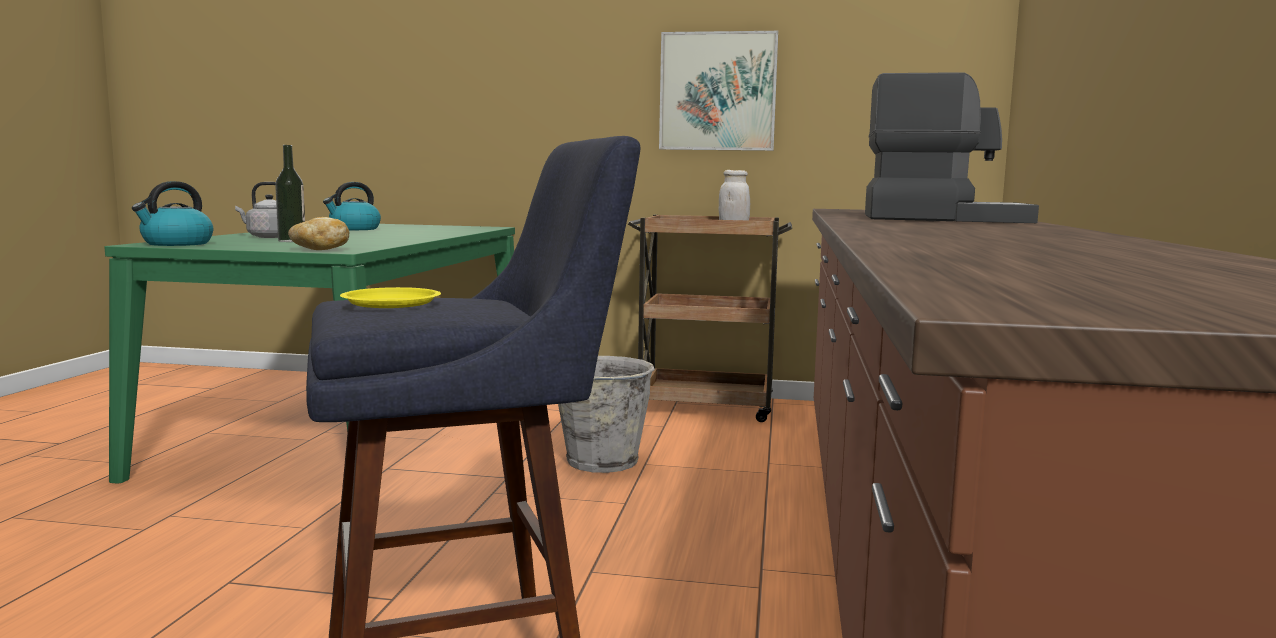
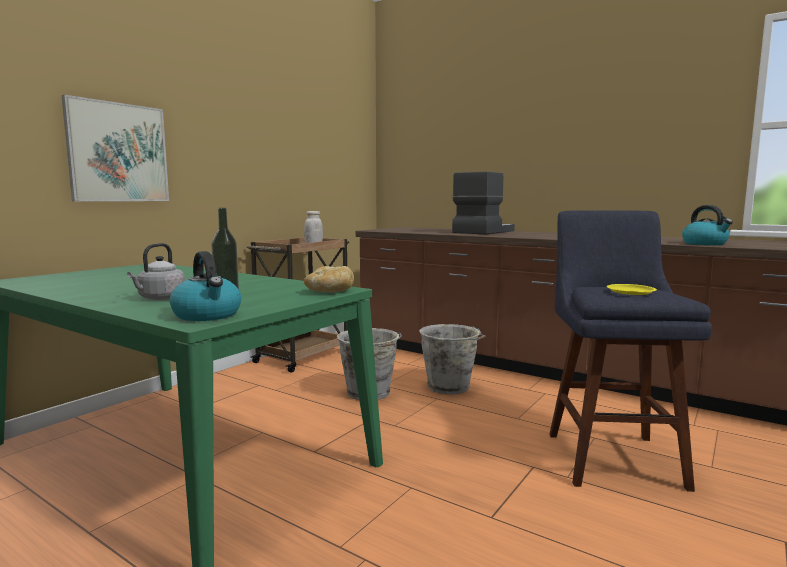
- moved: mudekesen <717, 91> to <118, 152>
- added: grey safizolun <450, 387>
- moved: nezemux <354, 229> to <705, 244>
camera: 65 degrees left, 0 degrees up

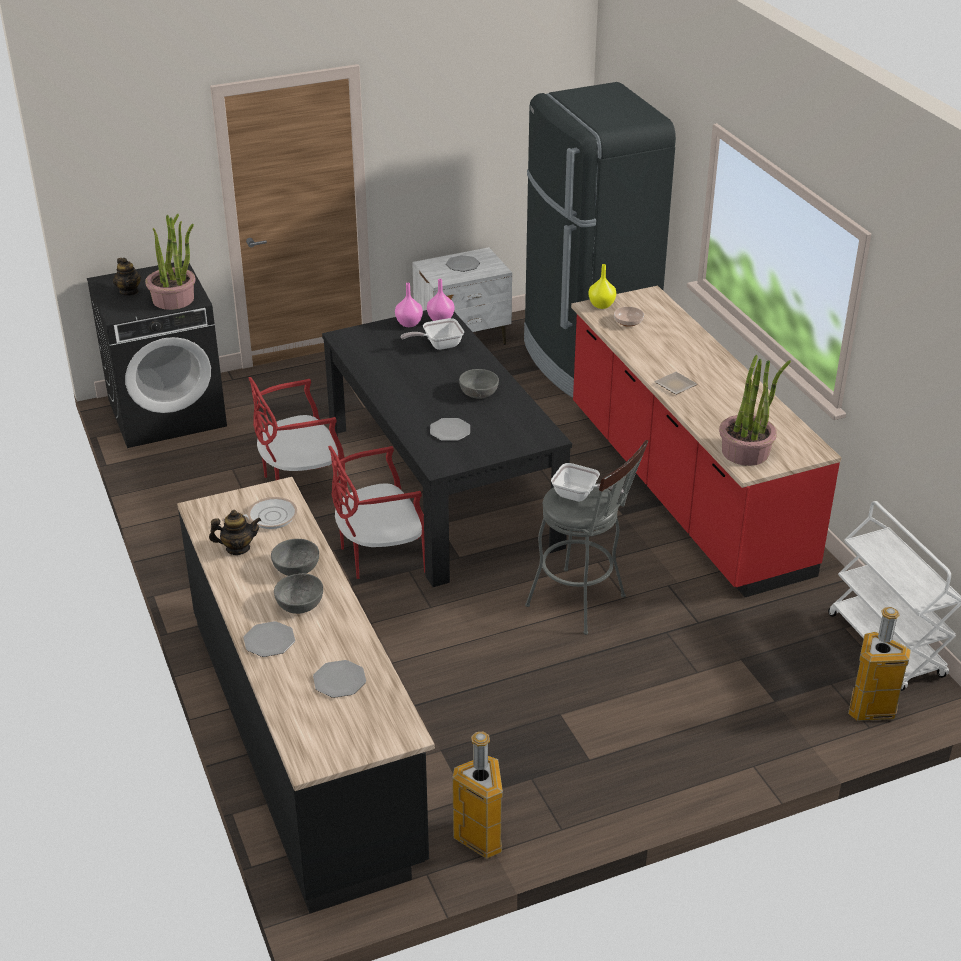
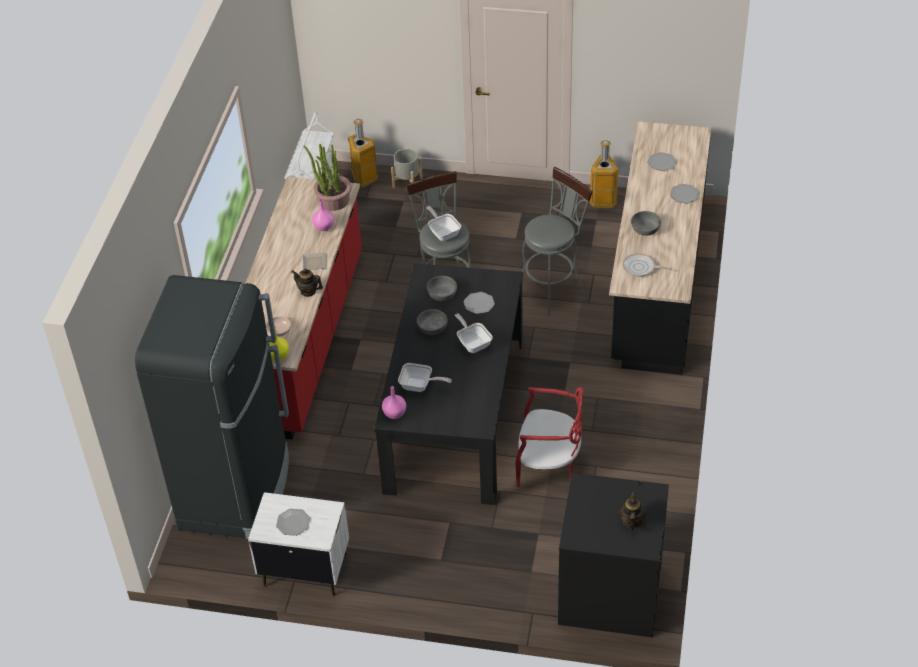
- moved: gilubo <237, 548> to <308, 291>
- moved: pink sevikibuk <408, 323> to <324, 227>
- added: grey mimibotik <407, 182>
- moved: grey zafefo <299, 604> to <442, 294>
- added: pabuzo <473, 343>
- added: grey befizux <553, 288>
- removed: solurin <174, 299>
- removed: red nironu <380, 555>
camera: 145 degrees left, 10 degrees up

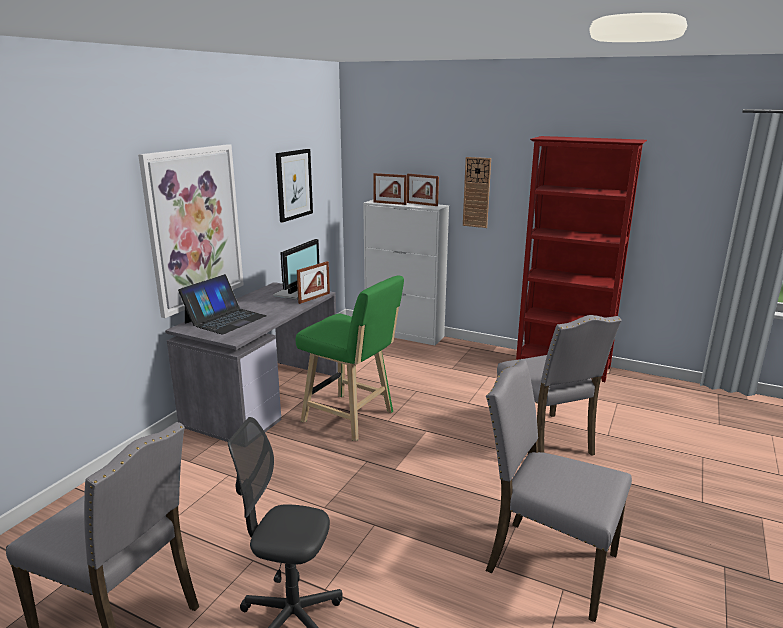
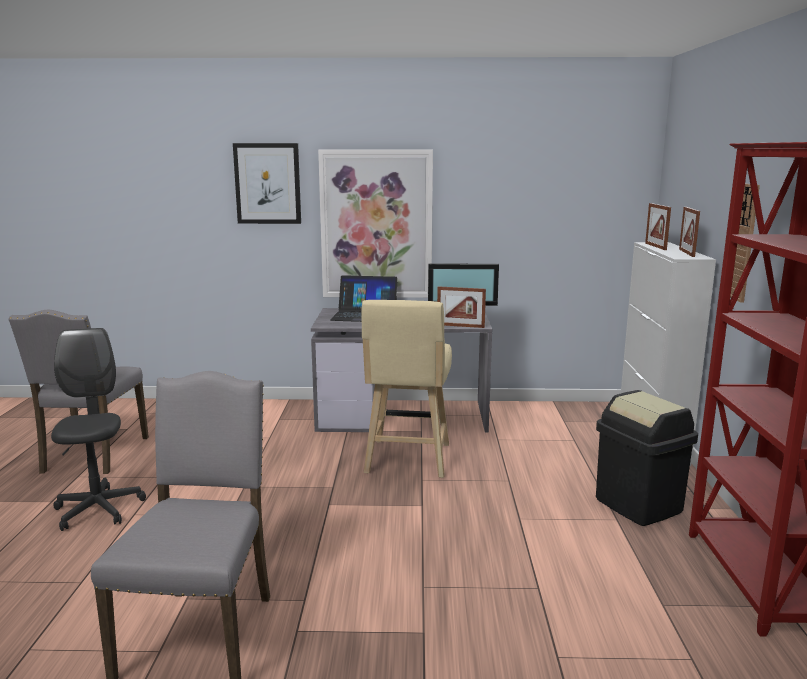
- moved: mudekesen <293, 184> to <267, 183>
- recoloured: green befizux <352, 418> to beige befizux <407, 461>
- added: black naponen <639, 505>
- removed: grey nironu <546, 440>
camera: 65 degrees right, 5 degrees down

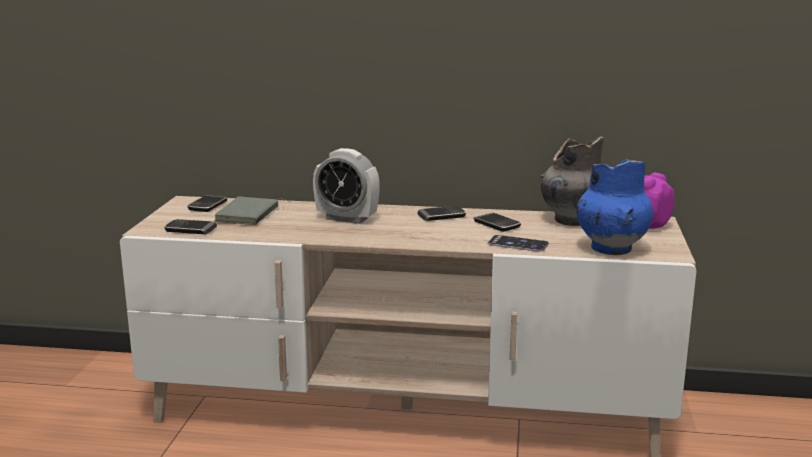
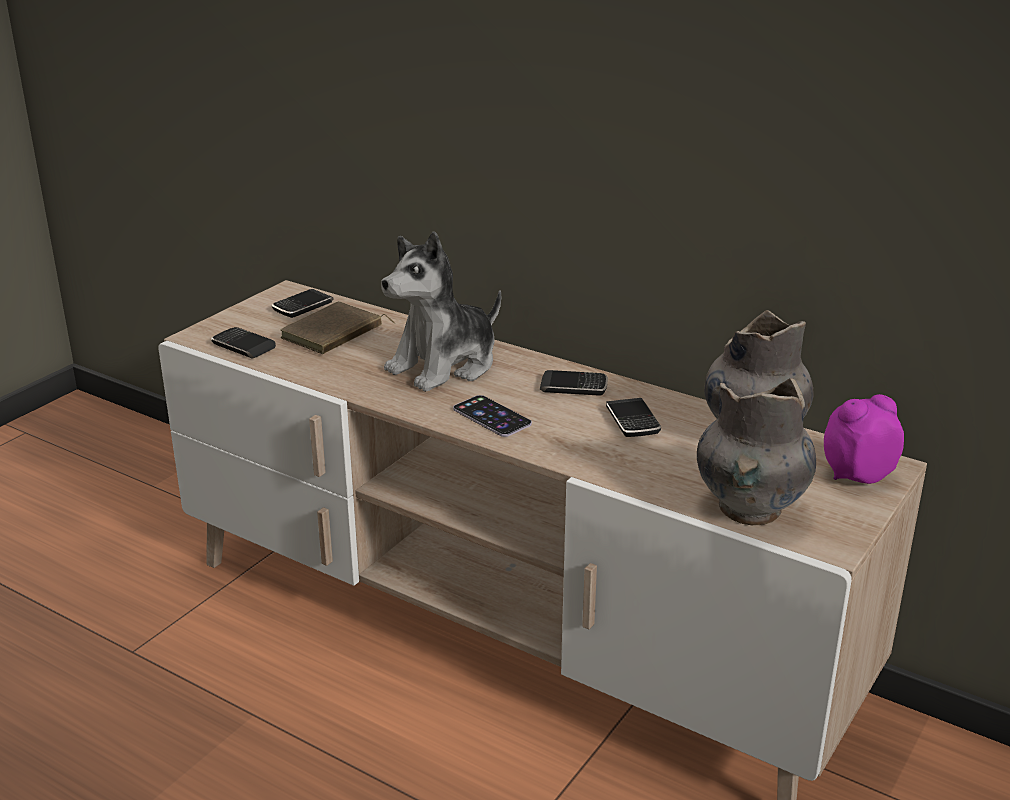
- recoloured: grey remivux <249, 215> to brown remivux <334, 334>
- replaced: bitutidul <347, 219> to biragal <445, 365>
- moved: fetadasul <518, 244> to <492, 416>
- recoloured: blue sevikibuk <611, 248> to grey sevikibuk <750, 508>
camera: 25 degrees right, 10 degrees up

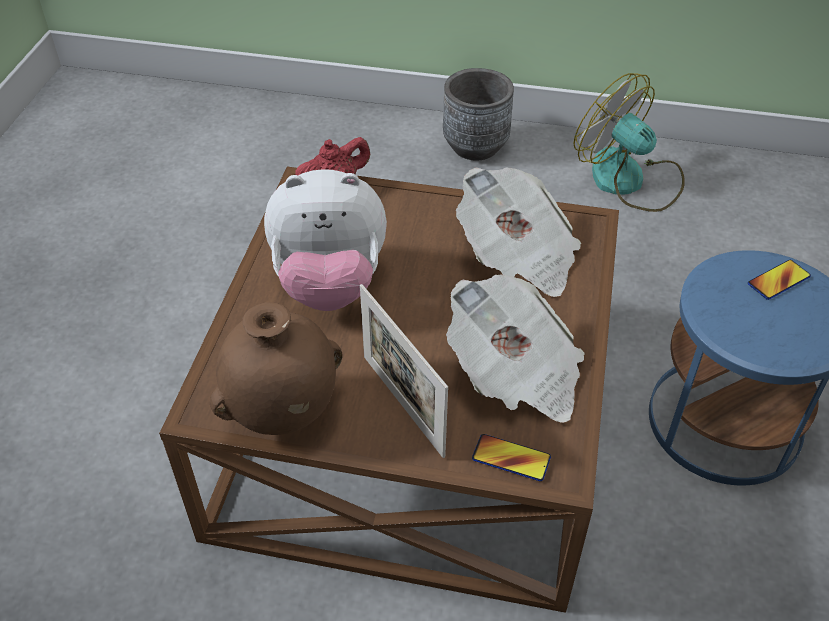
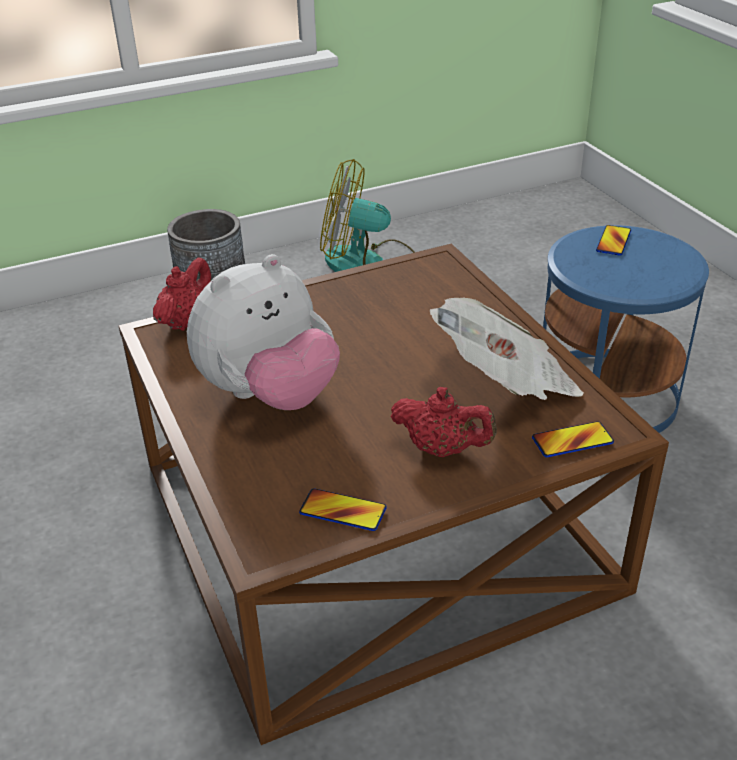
- replaced: brown sevikibuk <282, 413> to fetadasul <343, 511>
- replaced: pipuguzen <402, 405> to red gilubo <442, 449>
- removed: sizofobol <518, 256>
camera: 35 degrees left, 10 degrees down

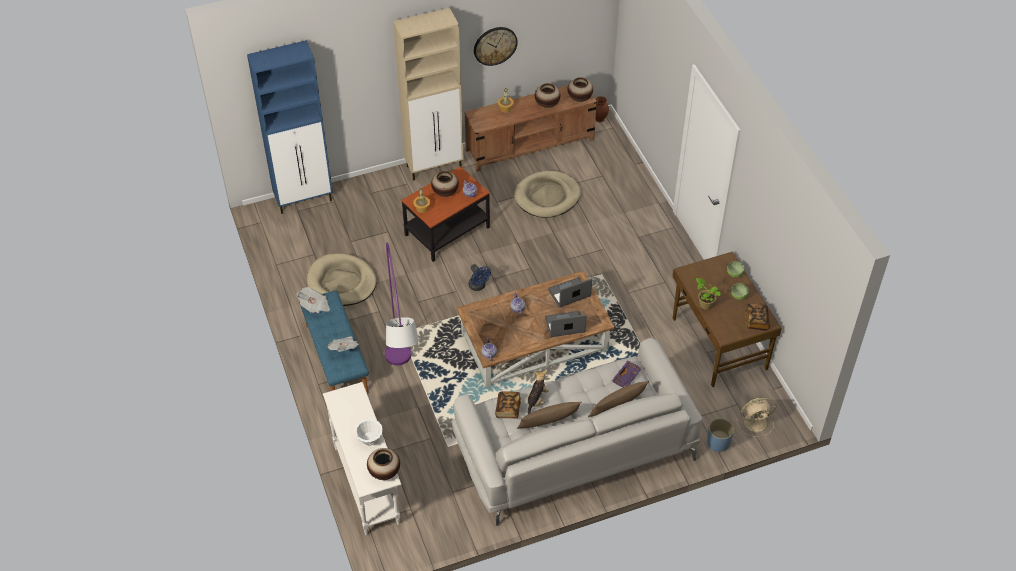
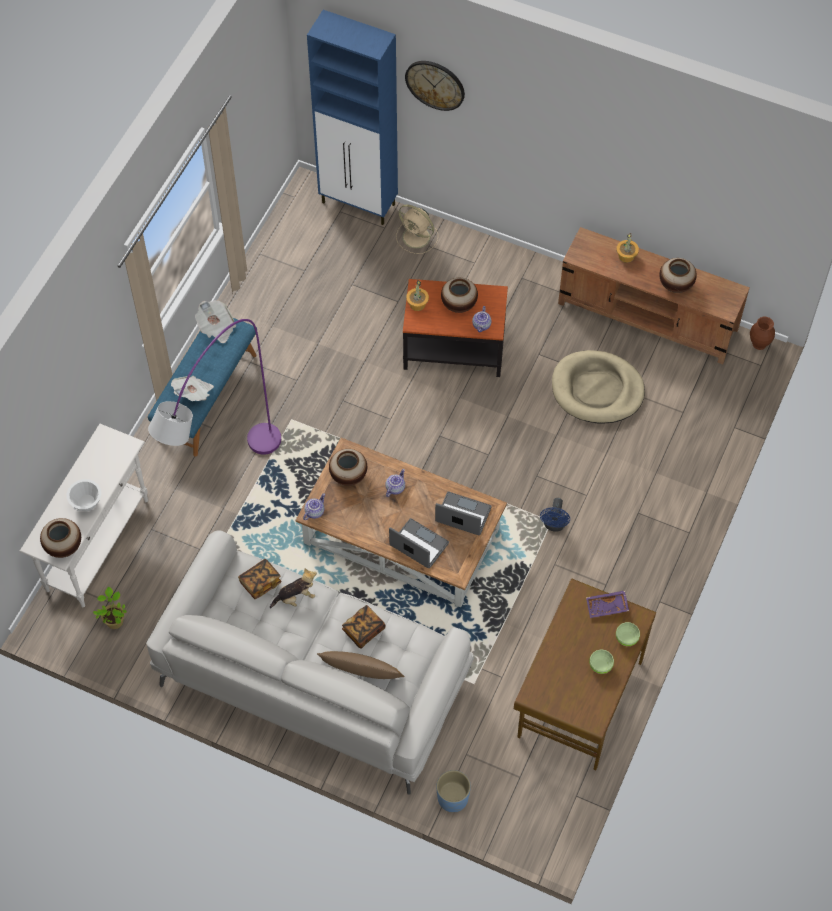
- moved: solurin <704, 304> to <114, 620>
- moved: sevikibuk <579, 98> to <348, 476>
- moved: remivux <756, 321> to <363, 630>
- moved: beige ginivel <756, 422> to <417, 237>
- moved: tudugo <495, 45> to <435, 84>
- moved: blue ginivel <478, 286> to <554, 525>
- moved: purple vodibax <626, 377> to <607, 607>
- removed: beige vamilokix <341, 282>
- removed: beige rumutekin <435, 166>
- removed: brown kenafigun <549, 424>
camera: 45 degrees right, 10 degrees up

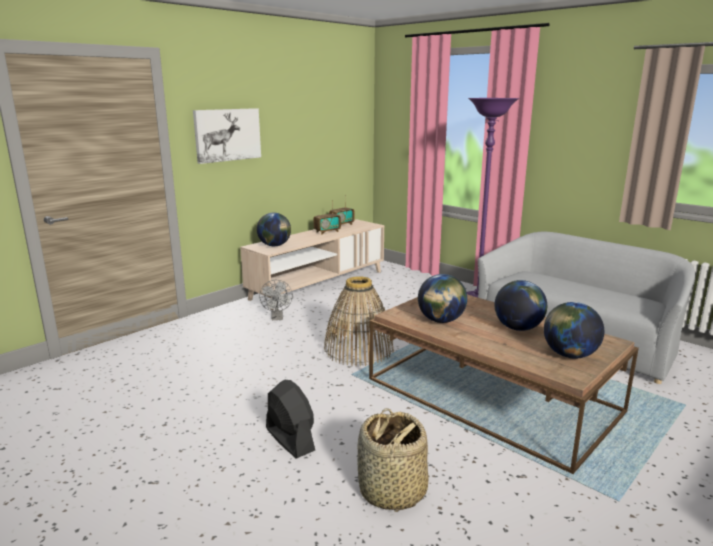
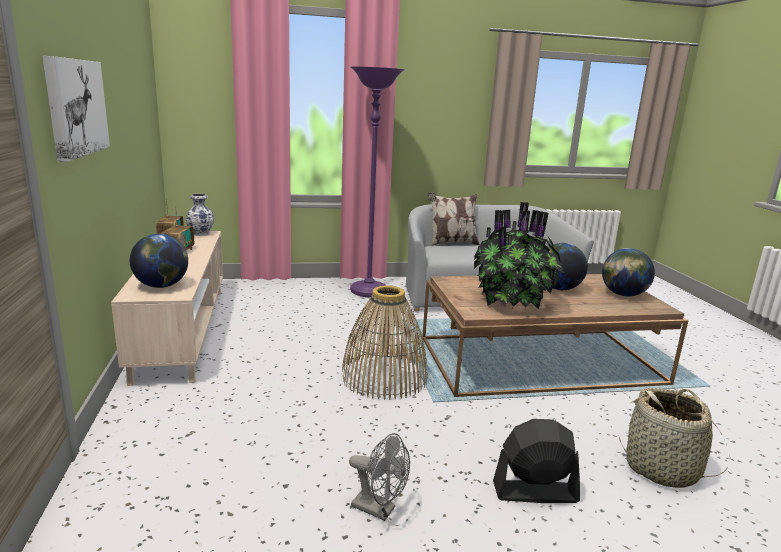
- added: sevikibuk <200, 234>
- moved: grey ginivel <277, 318> to <379, 509>
- added: kenafigun <451, 243>
- replaced: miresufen <441, 321> to solurin <513, 303>
camera: 55 degrees left, 0 degrees up

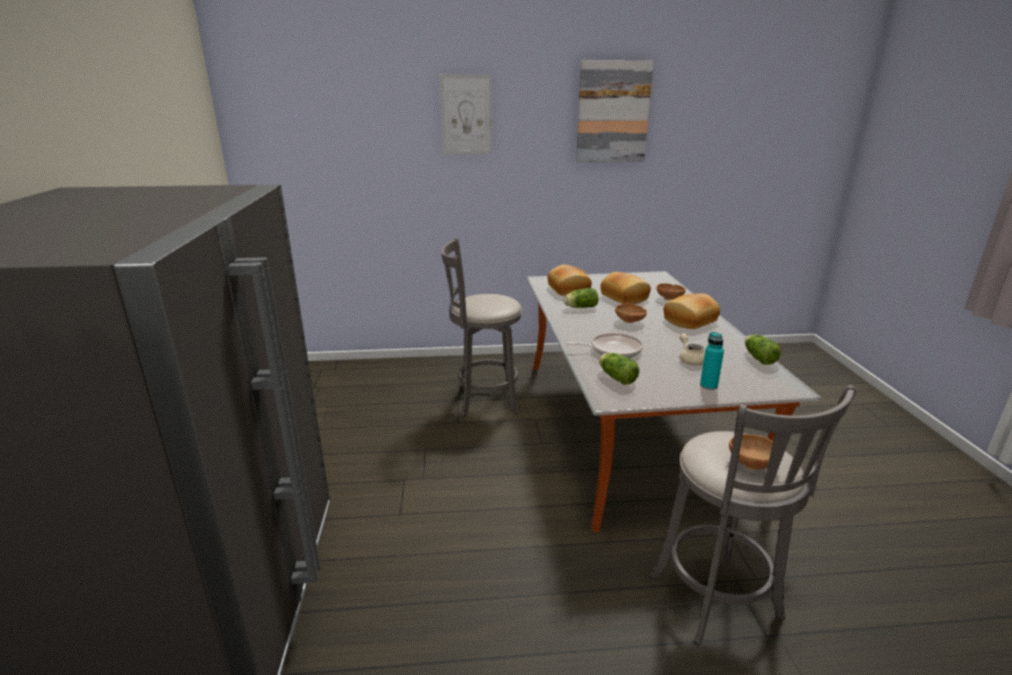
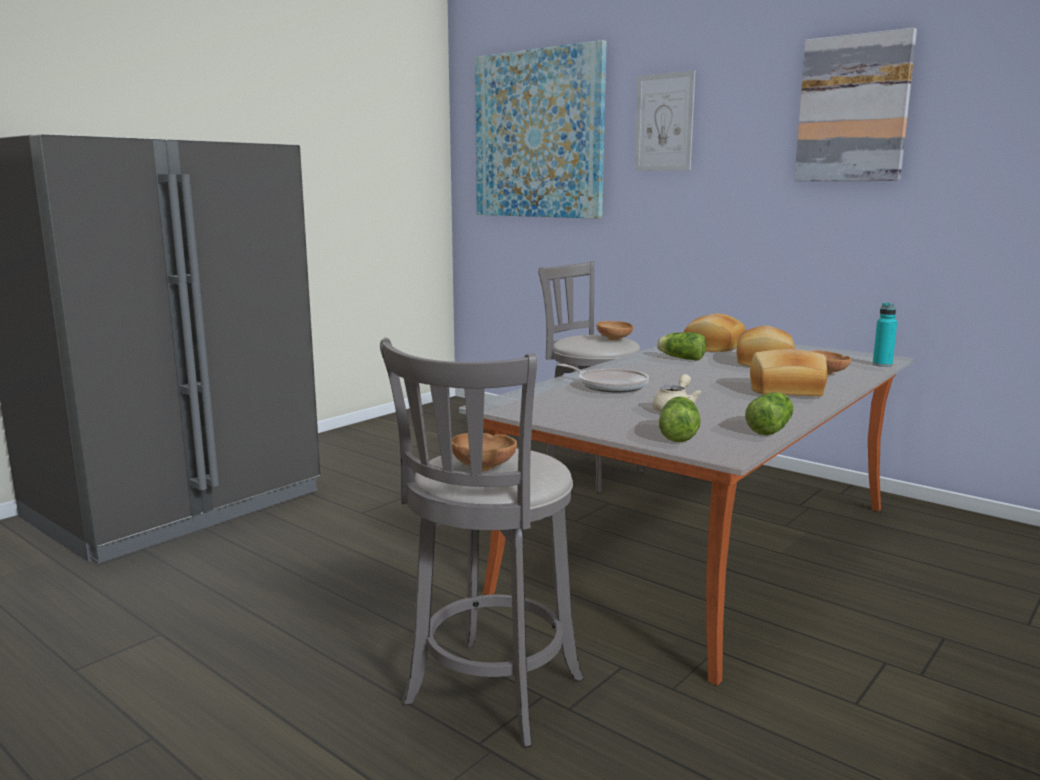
- added: mudekesen <538, 135>
- moved: brown zafefo <630, 321> to <614, 340>
- moved: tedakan <616, 377> to <678, 434>
- moved: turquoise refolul <708, 386> to <882, 364>
camera: 45 degrees right, 10 degrees down

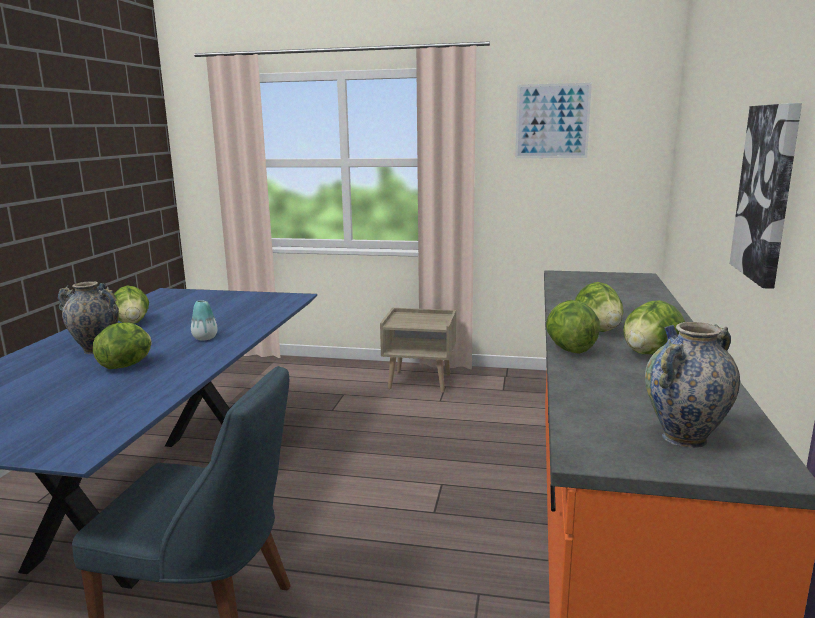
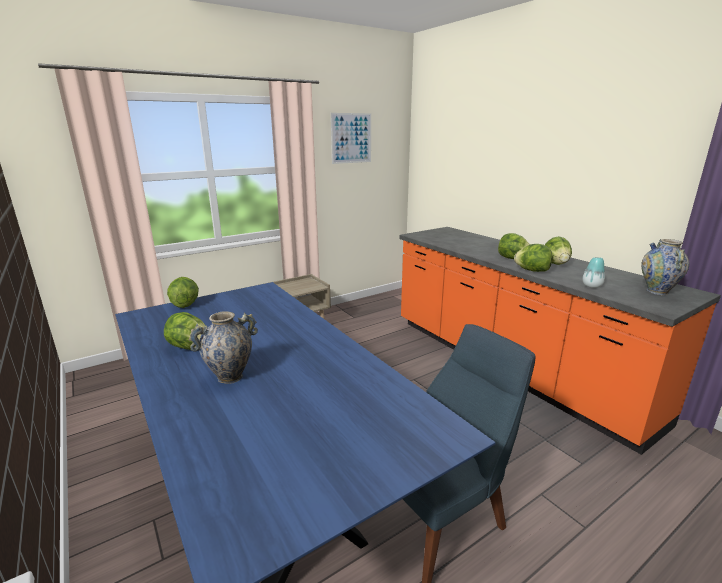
- moved: tedakan <127, 365> to <185, 304>
- moved: sevikibuk <205, 338> to <592, 286>
- removed: mudekesen <767, 193>
camera: 45 degrees left, 5 degrees up

